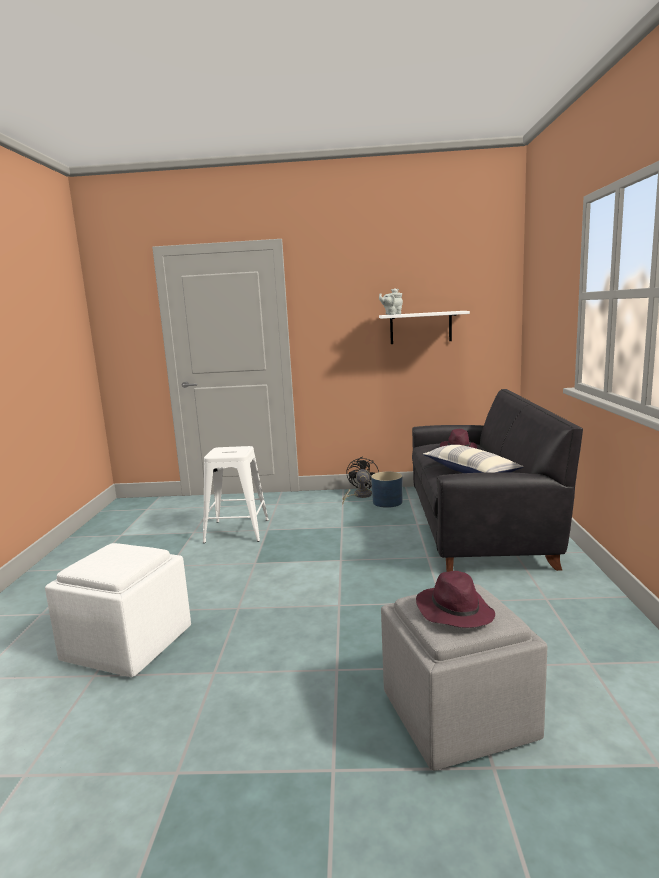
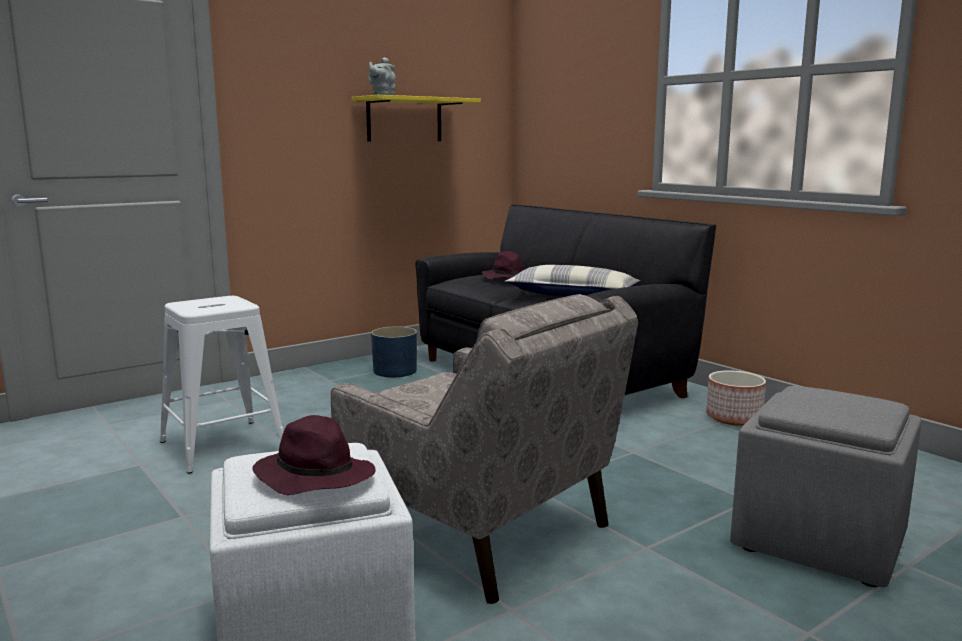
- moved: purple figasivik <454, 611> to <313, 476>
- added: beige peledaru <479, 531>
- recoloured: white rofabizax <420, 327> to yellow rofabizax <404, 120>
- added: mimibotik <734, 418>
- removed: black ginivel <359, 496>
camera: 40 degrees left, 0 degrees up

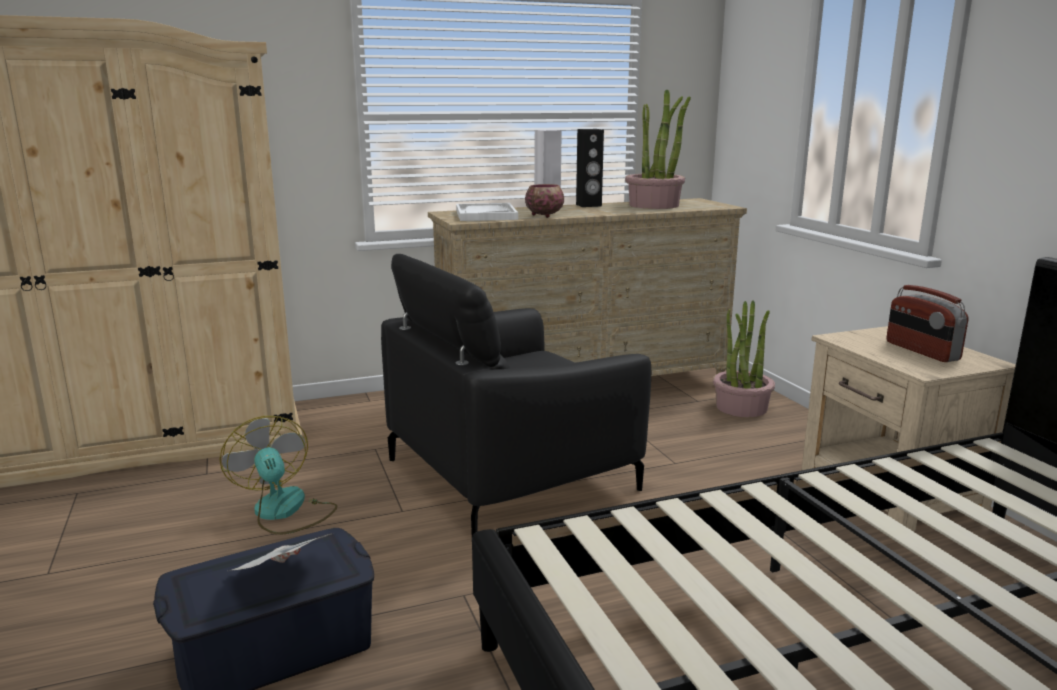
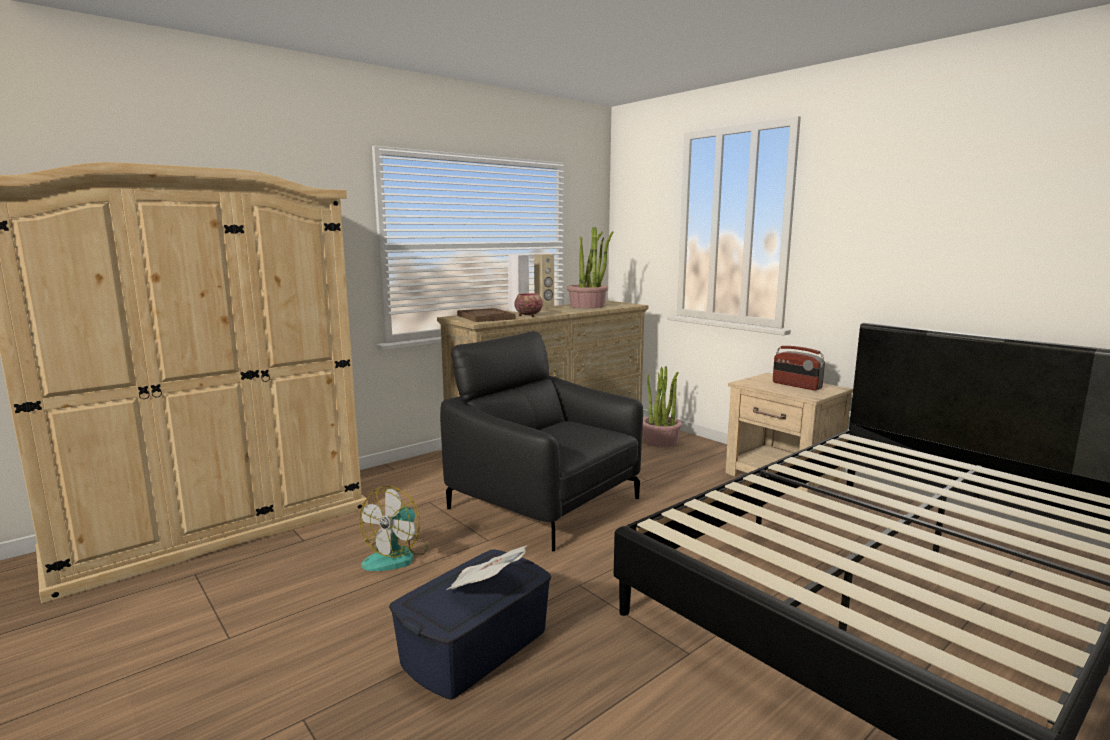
- turned: ginivel <284, 512> = <397, 556> 105 degrees counterclockwise
- turned: black peledaru <511, 474> = <545, 503> 90 degrees clockwise
- recoloured: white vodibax <485, 215> to brown vodibax <485, 317>
- recoloured: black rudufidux <589, 205> to beige rudufidux <544, 308>
camera: 20 degrees left, 5 degrees down

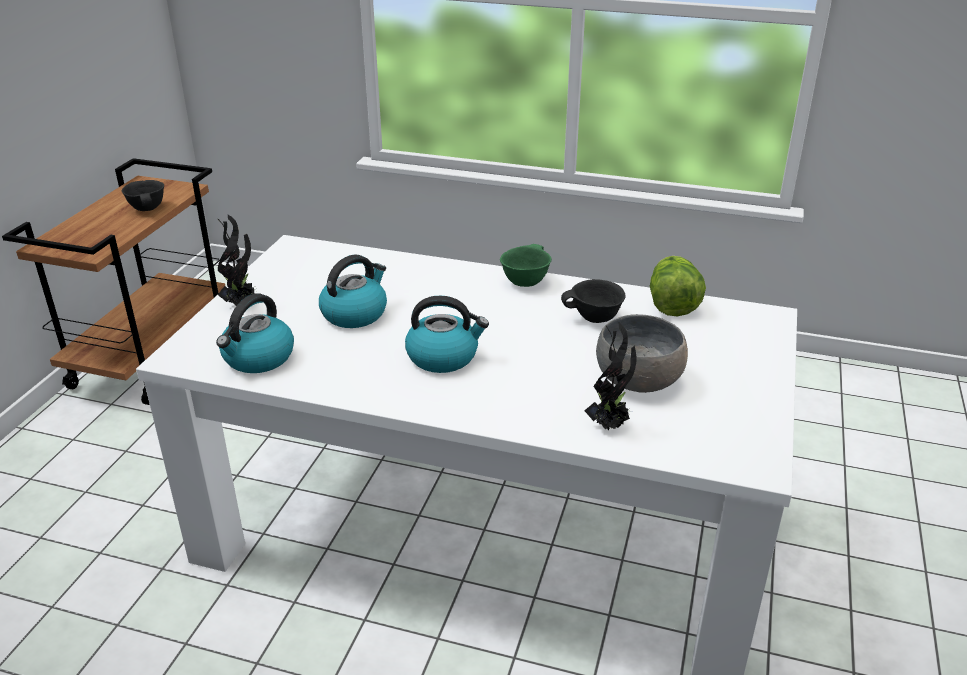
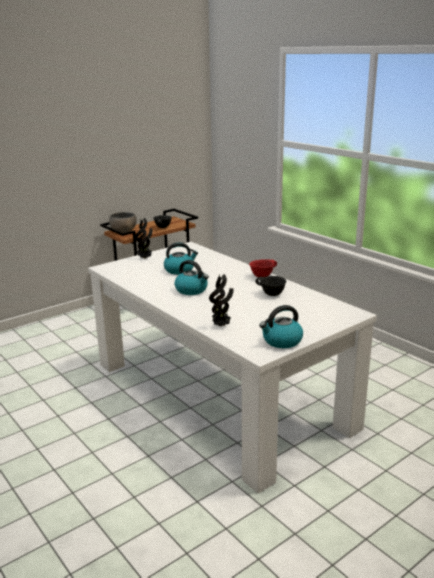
- moved: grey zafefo <638, 380> to <123, 231>
- recoloured: green zafefo <525, 282> to red zafefo <262, 276>
- moved: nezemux <258, 358> to <281, 341>
- removed: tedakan <671, 304>
camera: 35 degrees right, 10 degrees down

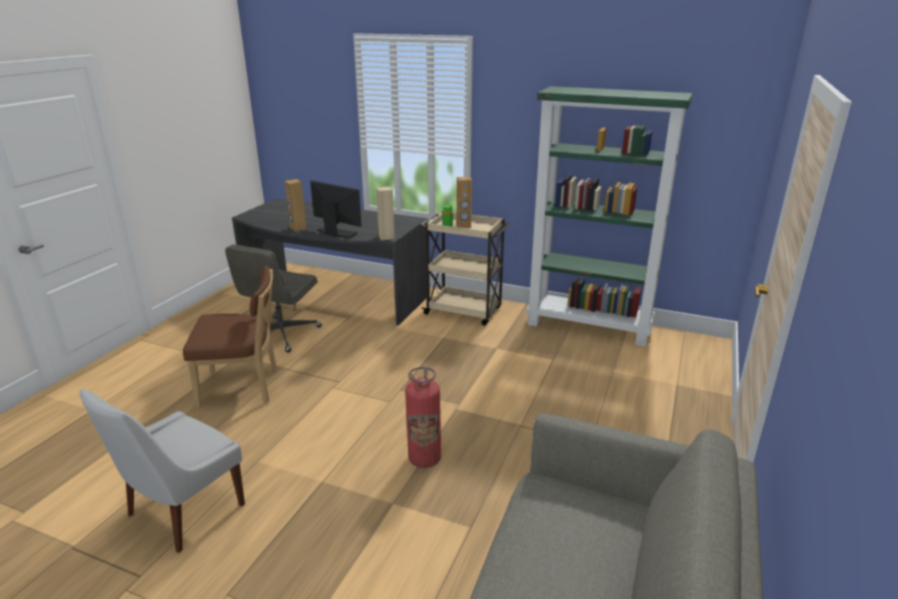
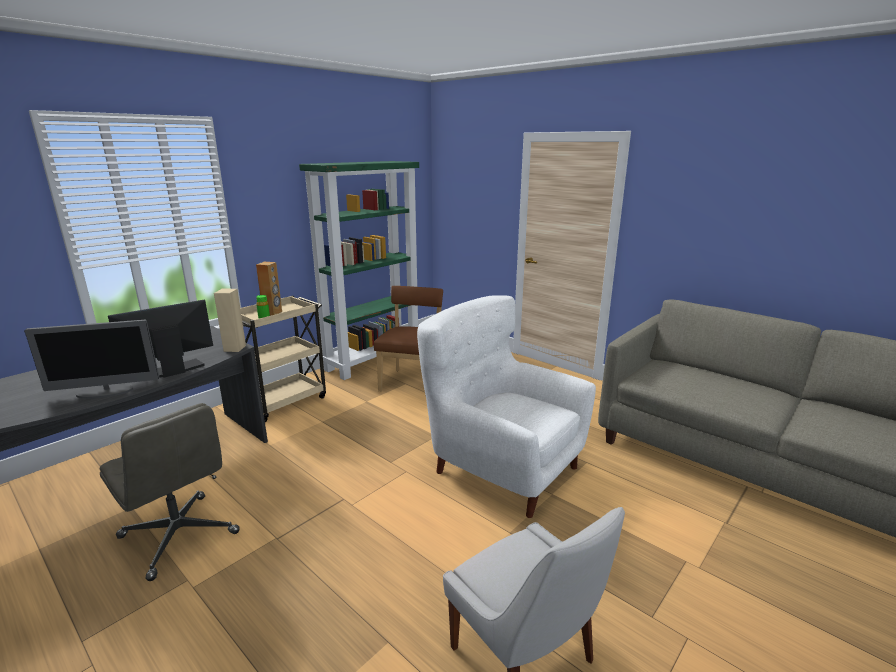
- replaced: brown rudufidux <298, 228> to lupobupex <105, 392>
- moved: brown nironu <243, 388> to <412, 381>
- replaced: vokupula <424, 459> to white peledaru <501, 467>
camera: 70 degrees left, 5 degrees down

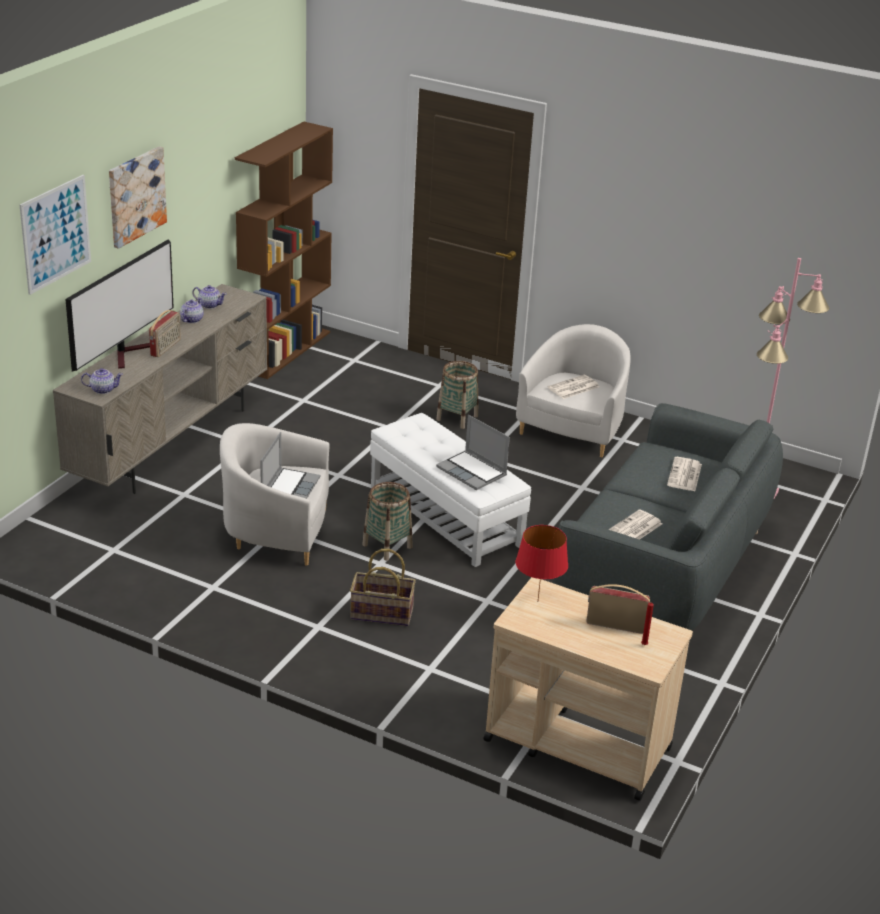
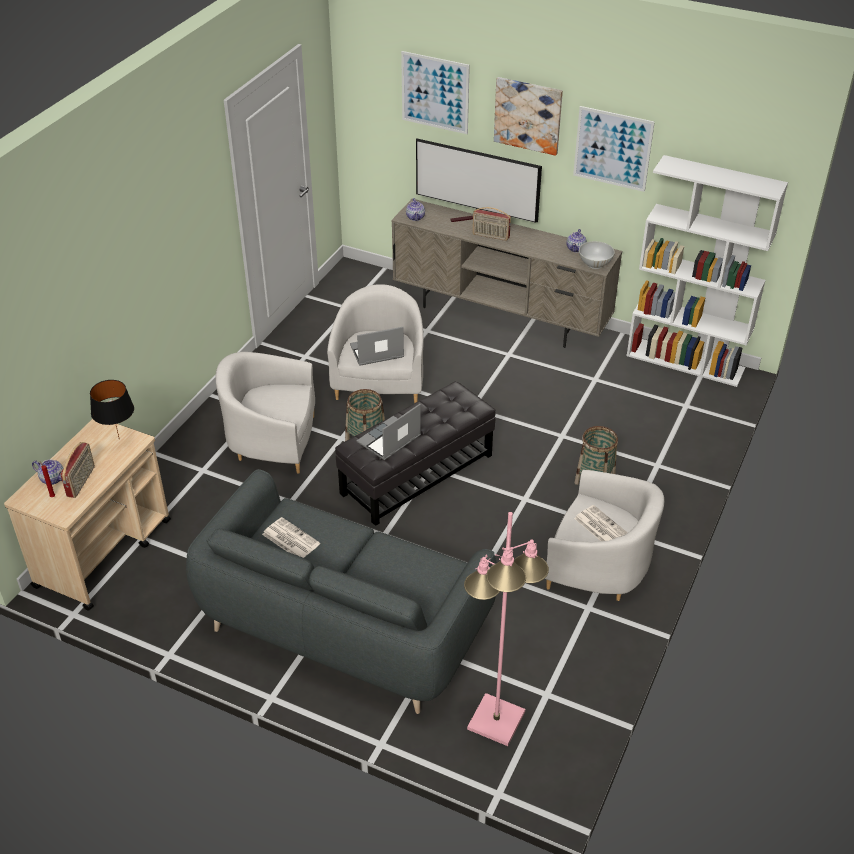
- moved: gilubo <191, 320> to <52, 478>
- recoloured: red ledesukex <537, 601> to black ledesukex <119, 439>
- replaced: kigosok <381, 614> to white peledaru <272, 441>
- recoloured: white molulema <446, 515> to black molulema <417, 474>
- turned: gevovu <289, 488> = <376, 352> 150 degrees clockwise
- added: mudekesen <612, 148>
- added: white zafefo <595, 264>
- recoloured: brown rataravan <285, 350> to white rataravan <686, 362>
- removed: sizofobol <684, 475>
camera: 90 degrees right, 10 degrees up

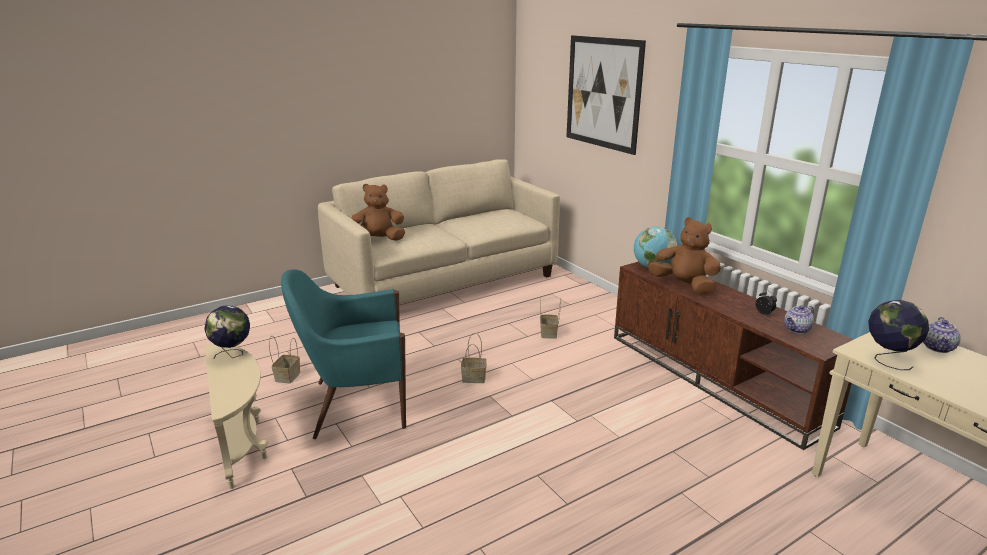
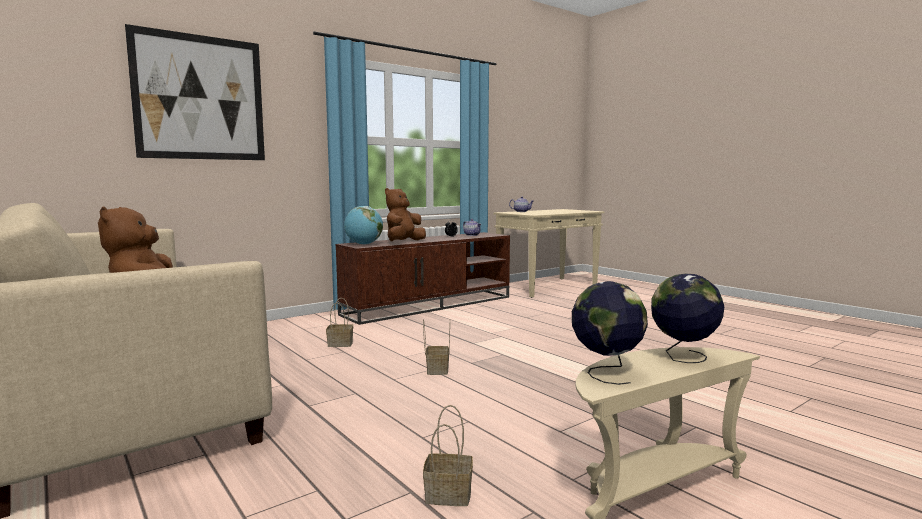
- moved: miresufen <888, 360> to <683, 358>
- removed: turquoise peledaru <356, 405>
camera: 95 degrees left, 15 degrees down

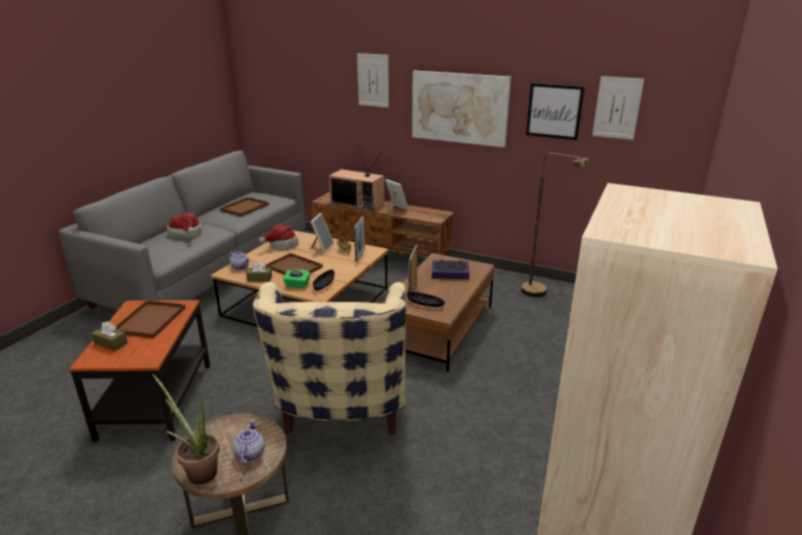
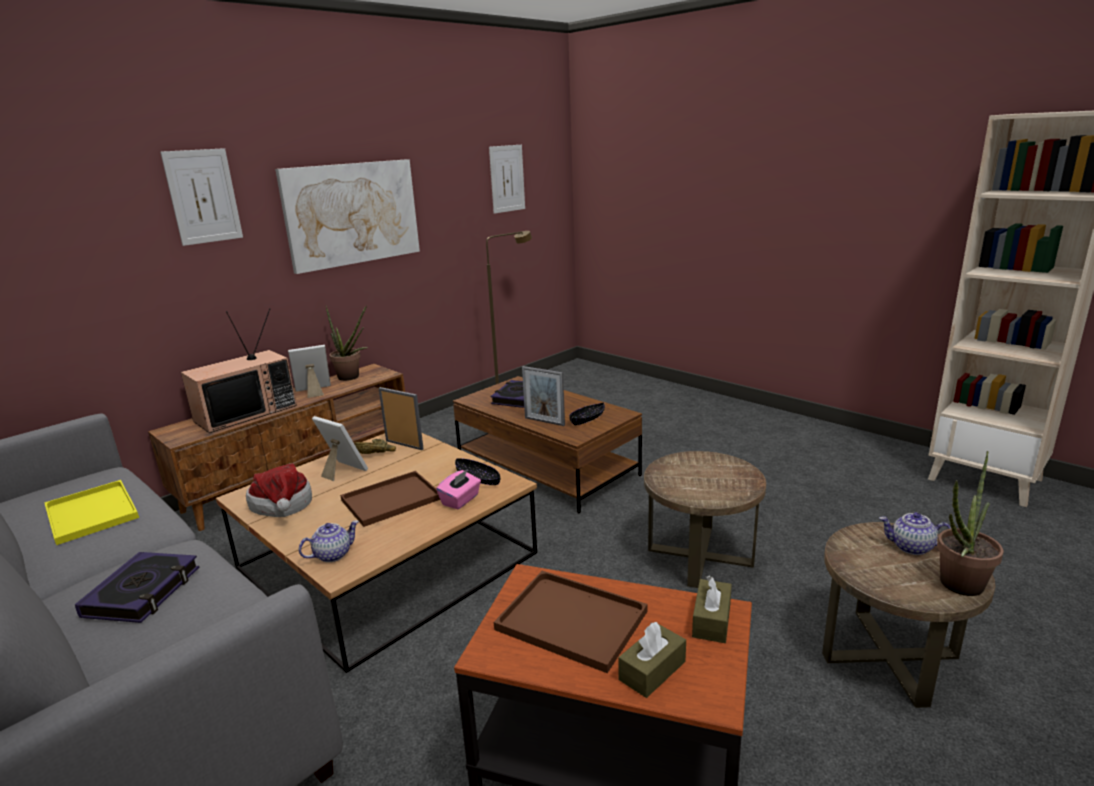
- recoloured: brown vodibax <244, 208> to yellow vodibax <93, 513>
- replaced: figasivik <186, 234> to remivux <143, 592>
- added: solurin <352, 377>
- recoloured: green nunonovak <297, 285> to pink nunonovak <461, 500>
- replaced: beige peledaru <342, 413> to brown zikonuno <700, 556>
- moved: brown nunonovak <259, 279> to <711, 620>
- removed: mudekesen <554, 111>
camera: 70 degrees left, 5 degrees down

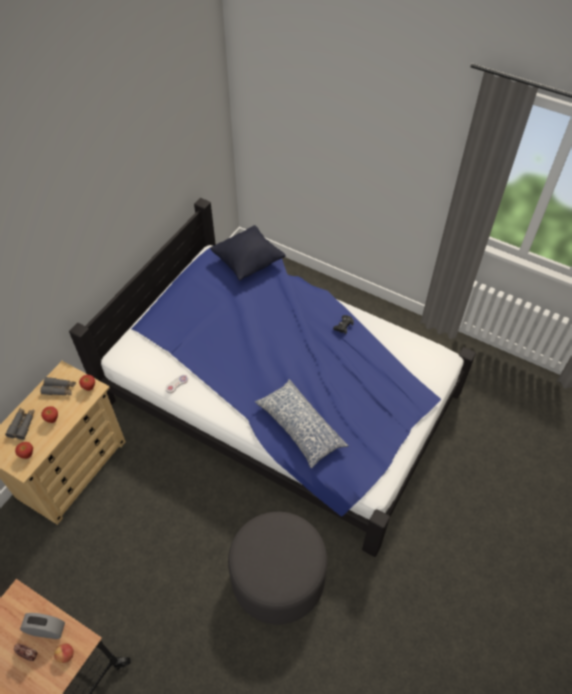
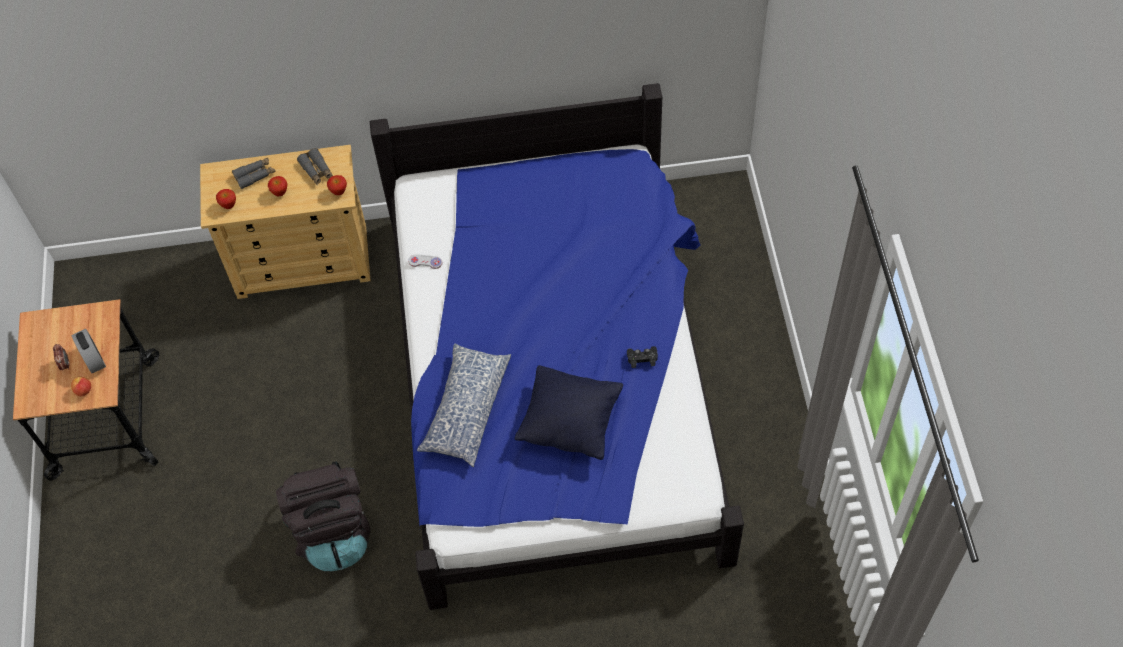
- replaced: grey molulema <278, 578> to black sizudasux <333, 532>
- moved: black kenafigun <248, 262> to <570, 423>
camera: 55 degrees right, 5 degrees up

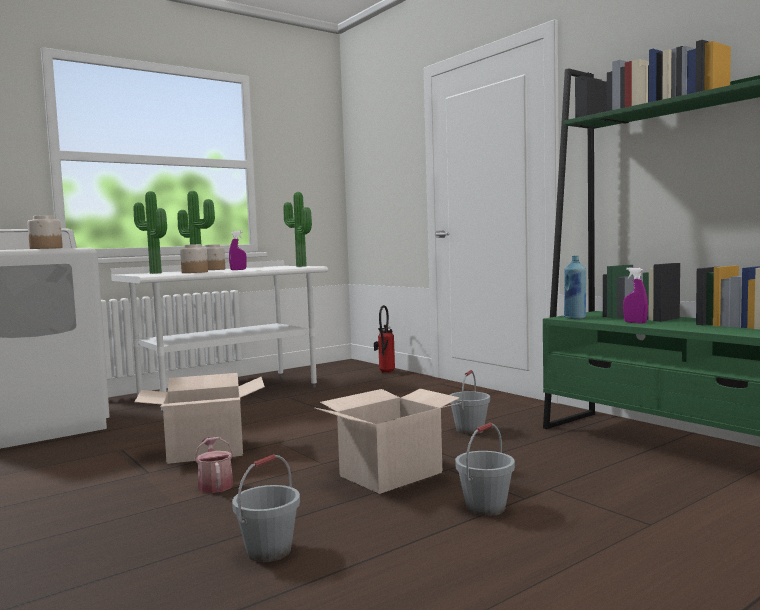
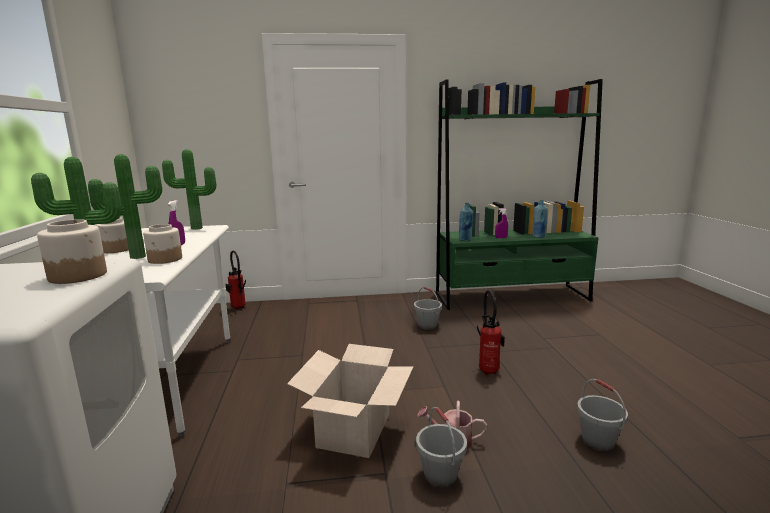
- moved: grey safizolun <485, 507> to <440, 475>
- replaced: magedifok <391, 474> to vokupula <488, 369>
- added: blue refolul <538, 237>
camera: 60 degrees left, 10 degrees up

